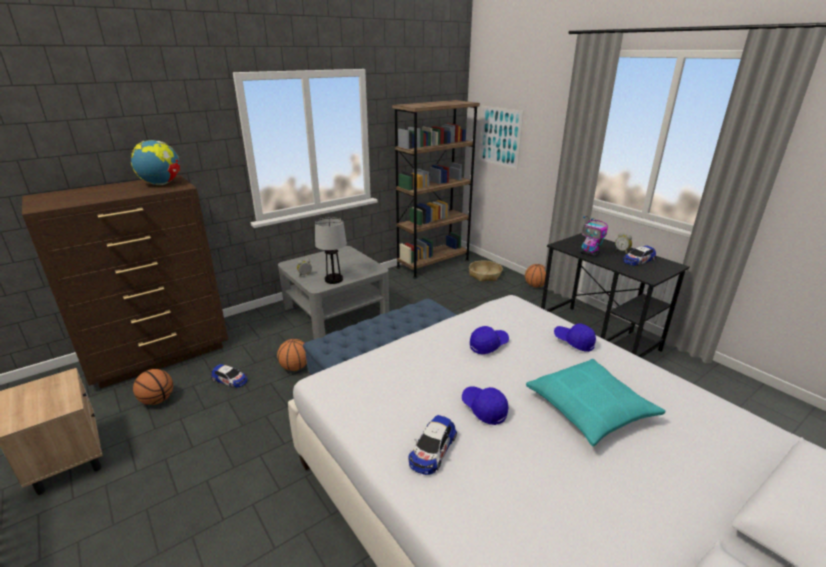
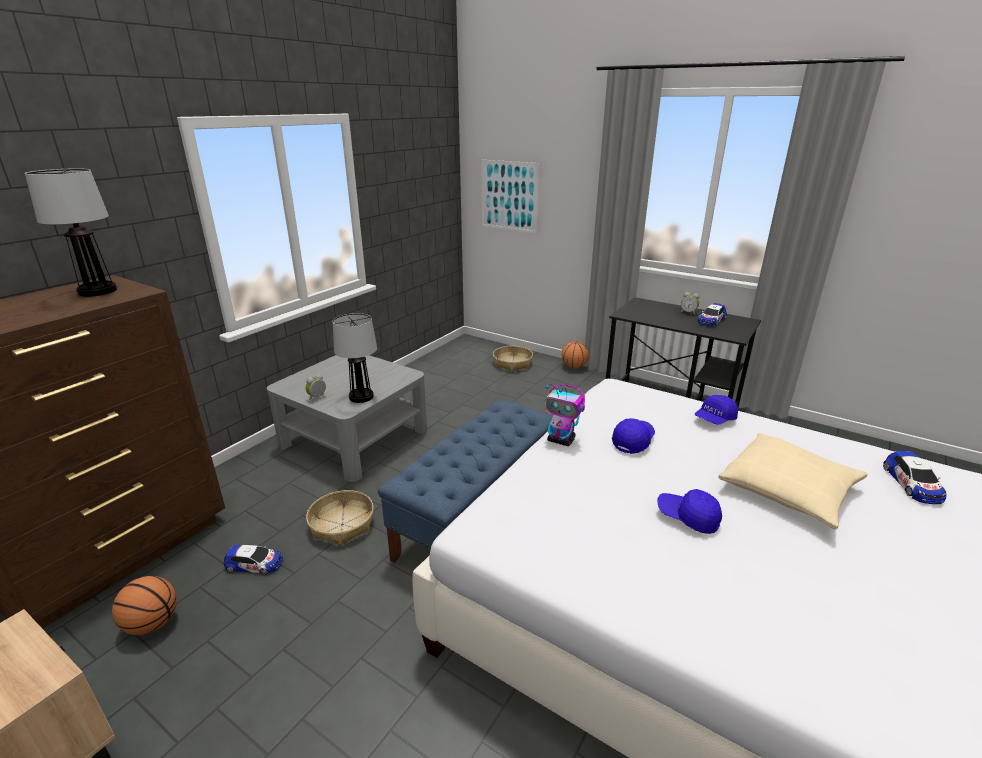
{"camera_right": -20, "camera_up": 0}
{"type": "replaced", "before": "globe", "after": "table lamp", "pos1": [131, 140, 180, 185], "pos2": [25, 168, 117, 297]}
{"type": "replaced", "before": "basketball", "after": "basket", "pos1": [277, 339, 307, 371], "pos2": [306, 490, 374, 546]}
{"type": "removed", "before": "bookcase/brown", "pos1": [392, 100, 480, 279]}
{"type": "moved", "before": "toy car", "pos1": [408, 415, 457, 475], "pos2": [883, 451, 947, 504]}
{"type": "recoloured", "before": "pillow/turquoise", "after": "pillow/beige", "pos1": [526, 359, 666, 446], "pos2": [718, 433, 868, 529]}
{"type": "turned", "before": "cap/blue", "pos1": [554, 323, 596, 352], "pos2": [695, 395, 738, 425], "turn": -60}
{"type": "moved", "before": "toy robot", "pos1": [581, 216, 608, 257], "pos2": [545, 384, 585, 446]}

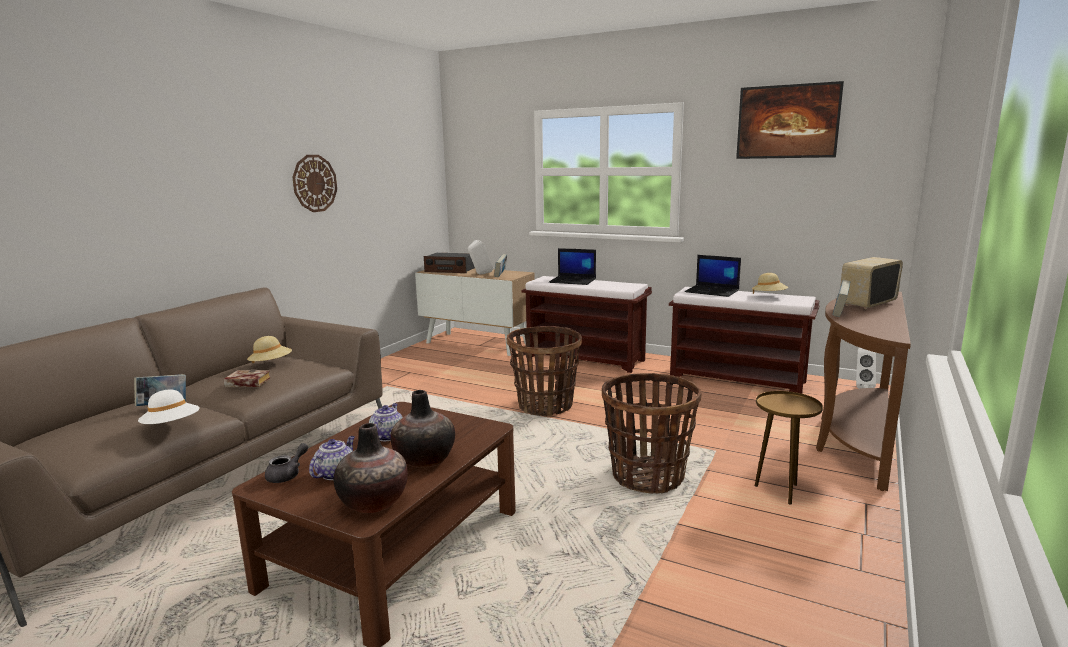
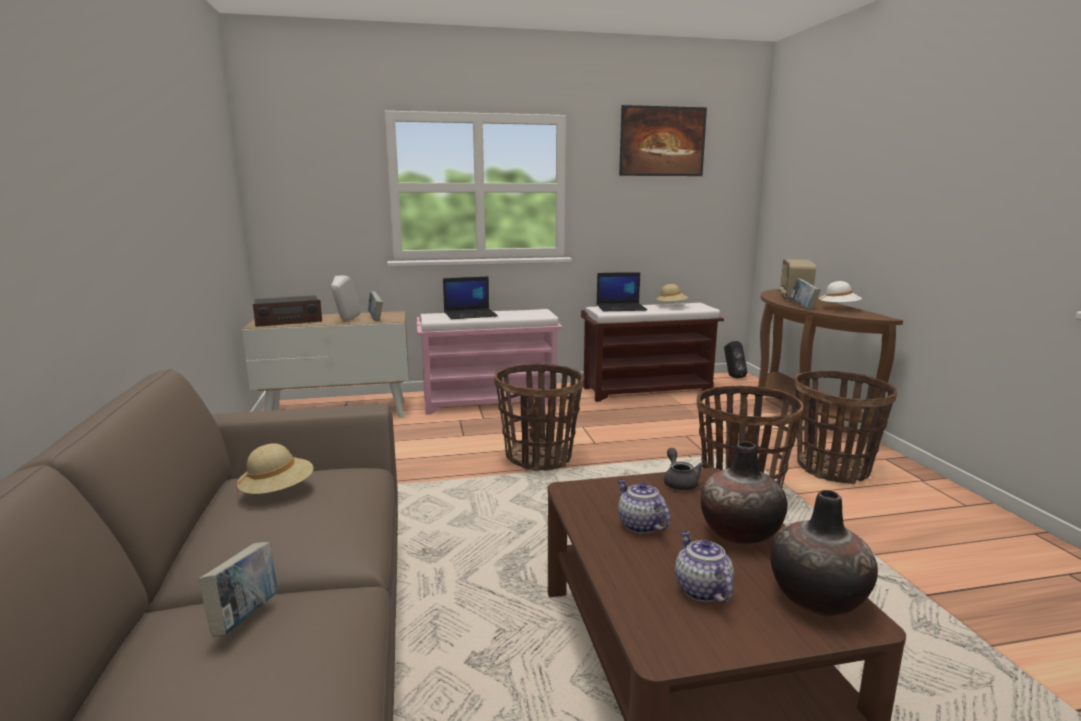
{"camera_right": -40, "camera_up": 0}
{"type": "moved", "before": "hat/white", "pos1": [138, 389, 200, 424], "pos2": [818, 281, 862, 308]}
{"type": "removed", "before": "book", "pos1": [223, 370, 271, 387]}
{"type": "moved", "before": "teapot/grey", "pos1": [265, 443, 308, 483], "pos2": [664, 448, 704, 490]}
{"type": "removed", "before": "wall clock", "pos1": [292, 155, 337, 212]}
{"type": "recoloured", "before": "bench/brown", "after": "bench/pink", "pos1": [522, 276, 652, 373], "pos2": [417, 309, 563, 415]}
{"type": "replaced", "before": "side table/brown", "after": "basket", "pos1": [754, 391, 823, 505], "pos2": [794, 371, 897, 484]}
{"type": "recoloured", "before": "speaker/white", "after": "speaker/black", "pos1": [856, 347, 876, 389], "pos2": [724, 341, 747, 379]}

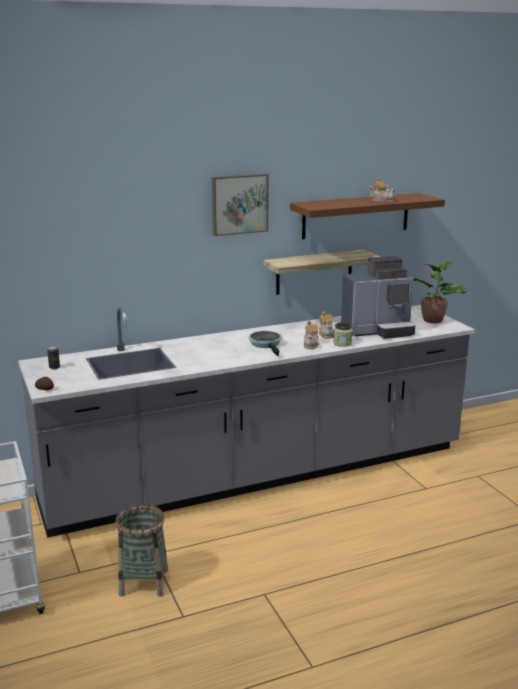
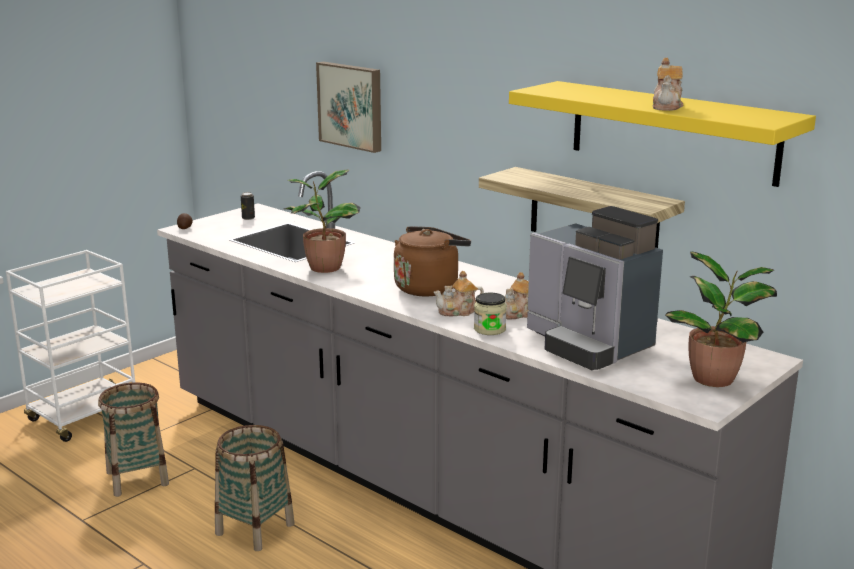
{"camera_right": 65, "camera_up": 0}
{"type": "moved", "before": "picture", "pos1": [212, 174, 269, 236], "pos2": [316, 62, 381, 153]}
{"type": "replaced", "before": "frying pan", "after": "kettle/brown", "pos1": [248, 331, 282, 356], "pos2": [394, 226, 471, 297]}
{"type": "recoloured", "before": "shelf/brown", "after": "shelf/yellow", "pos1": [290, 193, 445, 239], "pos2": [509, 81, 816, 187]}
{"type": "added", "after": "basket", "pos2": [215, 425, 295, 551]}
{"type": "added", "after": "potted plant", "pos2": [283, 170, 361, 273]}

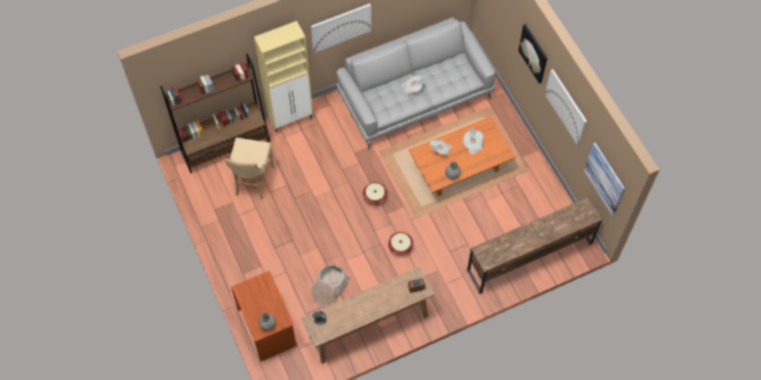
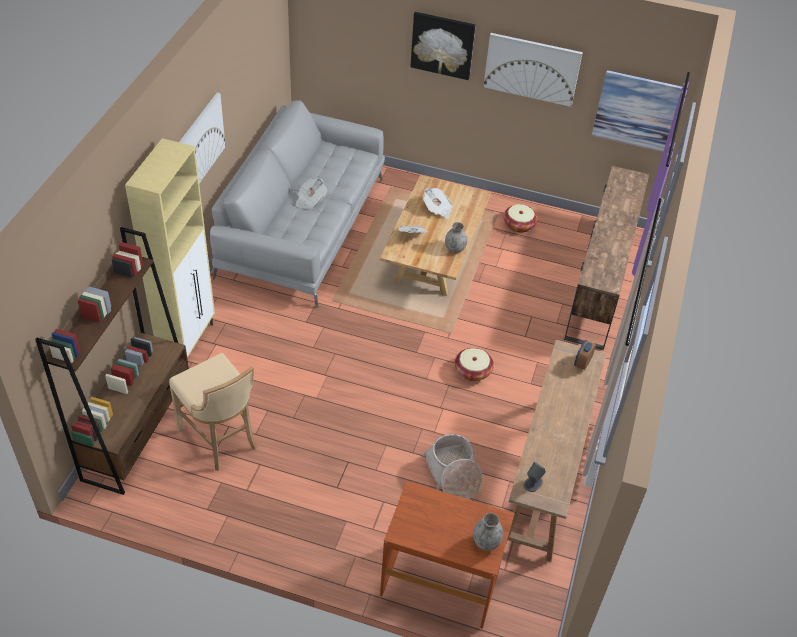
{"camera_right": -50, "camera_up": -15}
{"type": "moved", "before": "basket", "pos1": [363, 182, 388, 205], "pos2": [504, 204, 538, 233]}
{"type": "recoloured", "before": "coffee table/orange", "after": "coffee table/beige", "pos1": [409, 116, 516, 196], "pos2": [380, 175, 491, 296]}

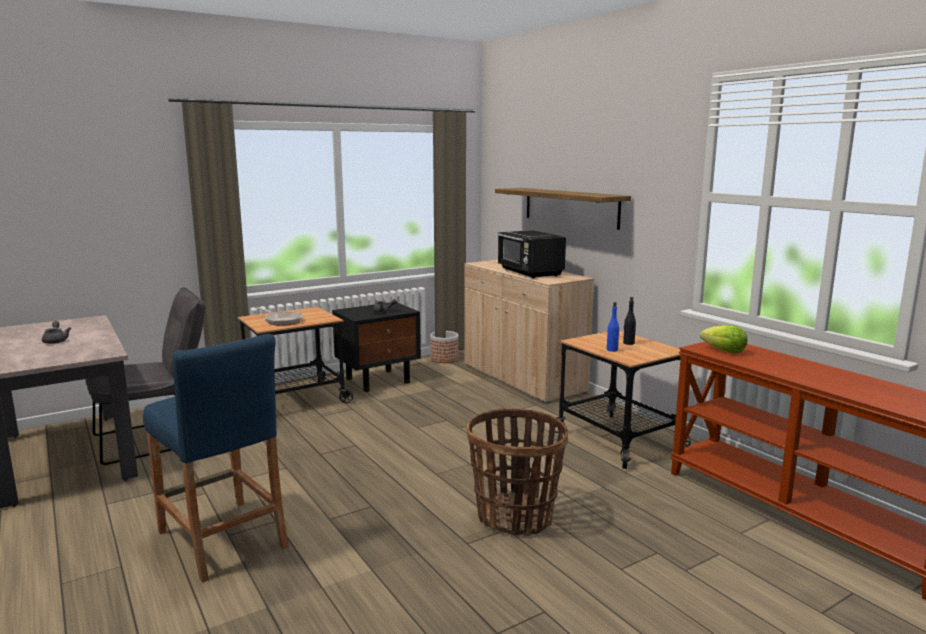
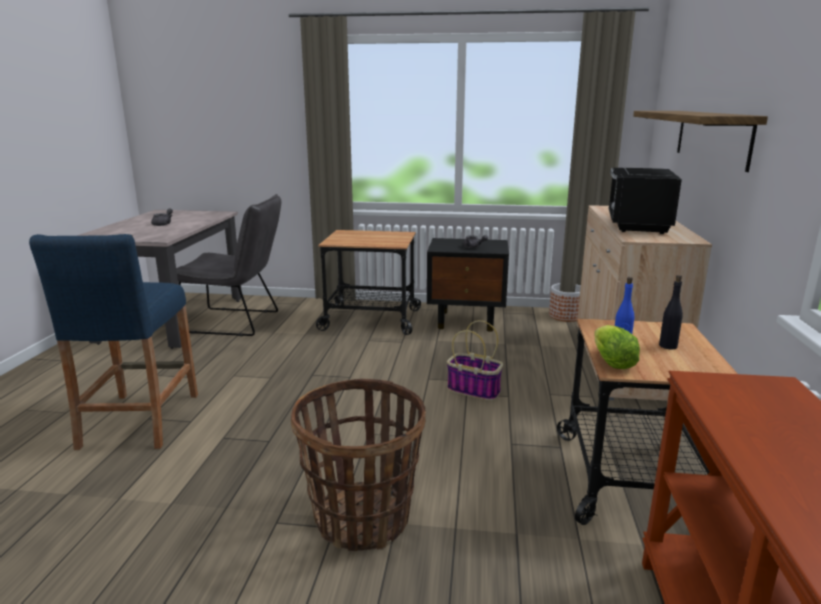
{"camera_right": 40, "camera_up": 5}
{"type": "removed", "before": "frying pan", "pos1": [255, 307, 303, 326]}
{"type": "moved", "before": "lettuce", "pos1": [700, 325, 747, 354], "pos2": [594, 325, 640, 369]}
{"type": "added", "after": "basket", "pos2": [447, 320, 503, 401]}

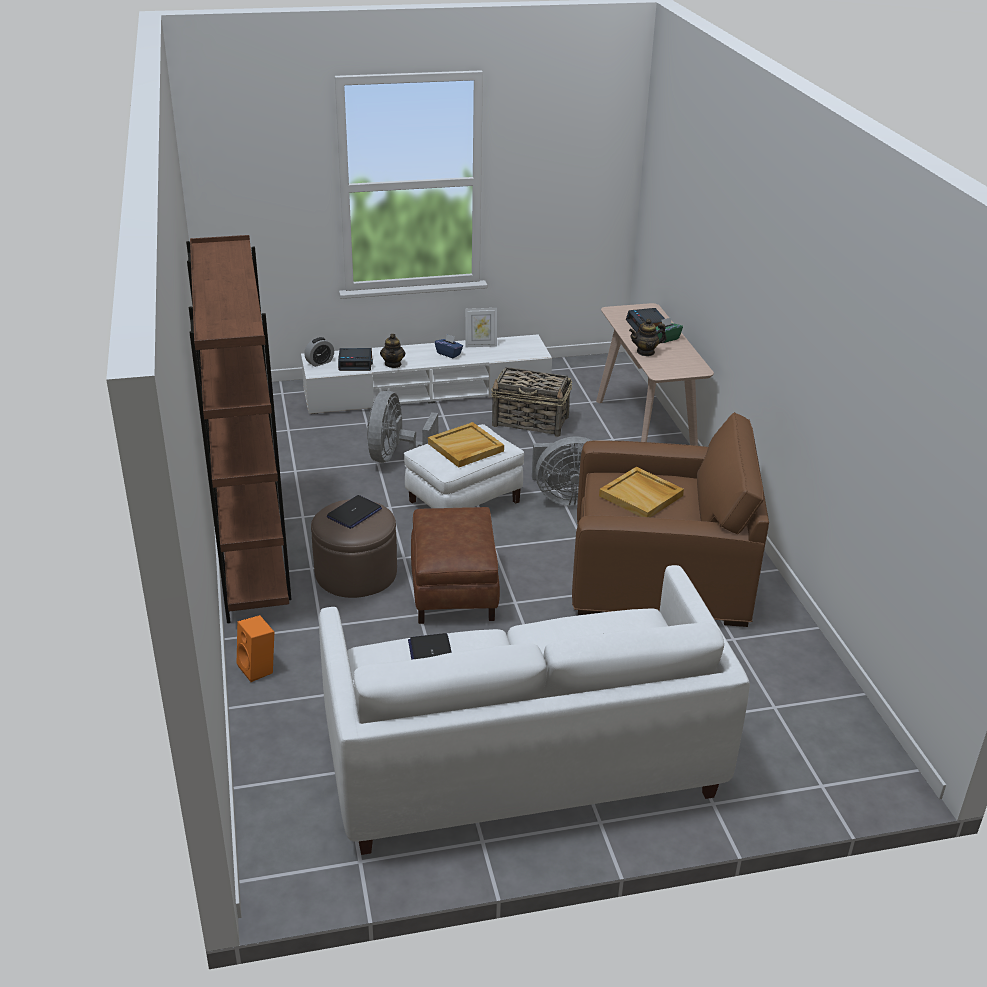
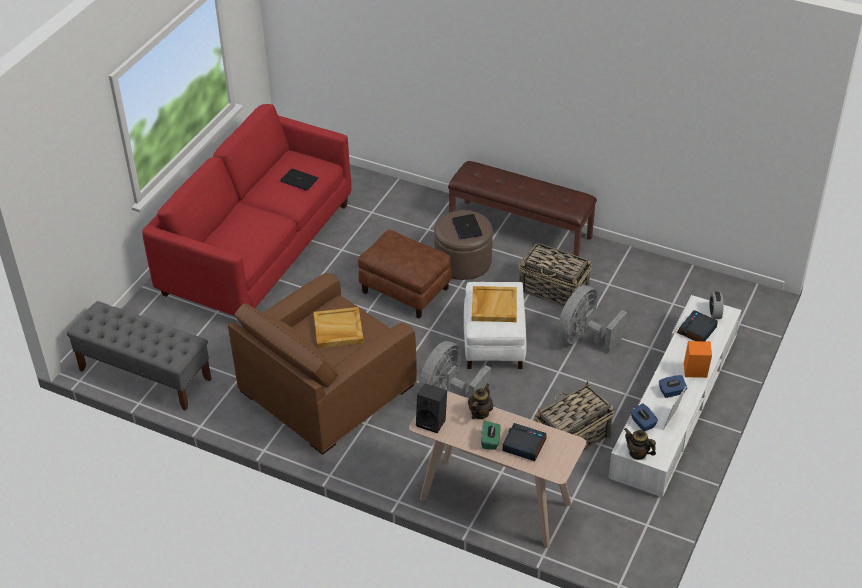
{"camera_right": 130, "camera_up": 10}
{"type": "replaced", "before": "bookcase/brown", "after": "bench/brown", "pos1": [186, 235, 291, 623], "pos2": [448, 161, 597, 256]}
{"type": "moved", "before": "speaker/orange", "pos1": [237, 615, 274, 682], "pos2": [684, 341, 712, 378]}
{"type": "recoloured", "before": "sofa/white", "after": "sofa/red", "pos1": [319, 565, 750, 855], "pos2": [142, 104, 352, 316]}
{"type": "turned", "before": "fan/grey", "pos1": [367, 391, 438, 463], "pos2": [557, 285, 627, 353], "turn": -105}
{"type": "moved", "before": "teapot", "pos1": [380, 334, 405, 368], "pos2": [624, 428, 656, 460]}
{"type": "added", "after": "bench/grey", "pos2": [67, 301, 211, 411]}
{"type": "added", "after": "speaker/black", "pos2": [416, 383, 447, 433]}
{"type": "added", "after": "basket", "pos2": [519, 243, 592, 307]}
{"type": "added", "after": "tissue box/blue", "pos2": [630, 403, 658, 431]}

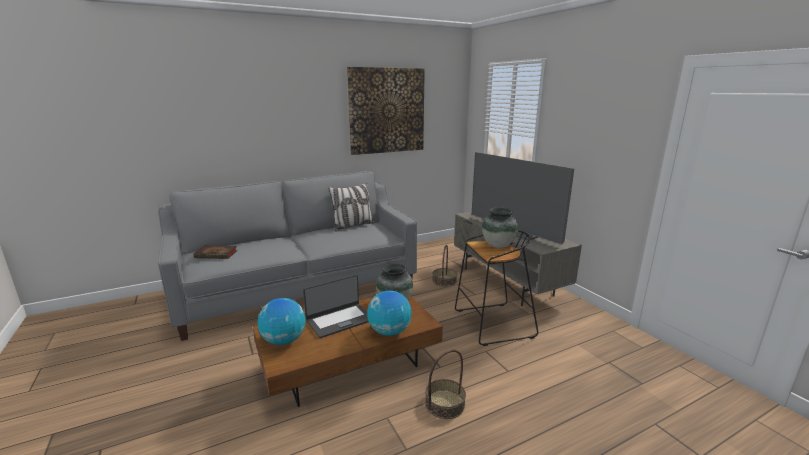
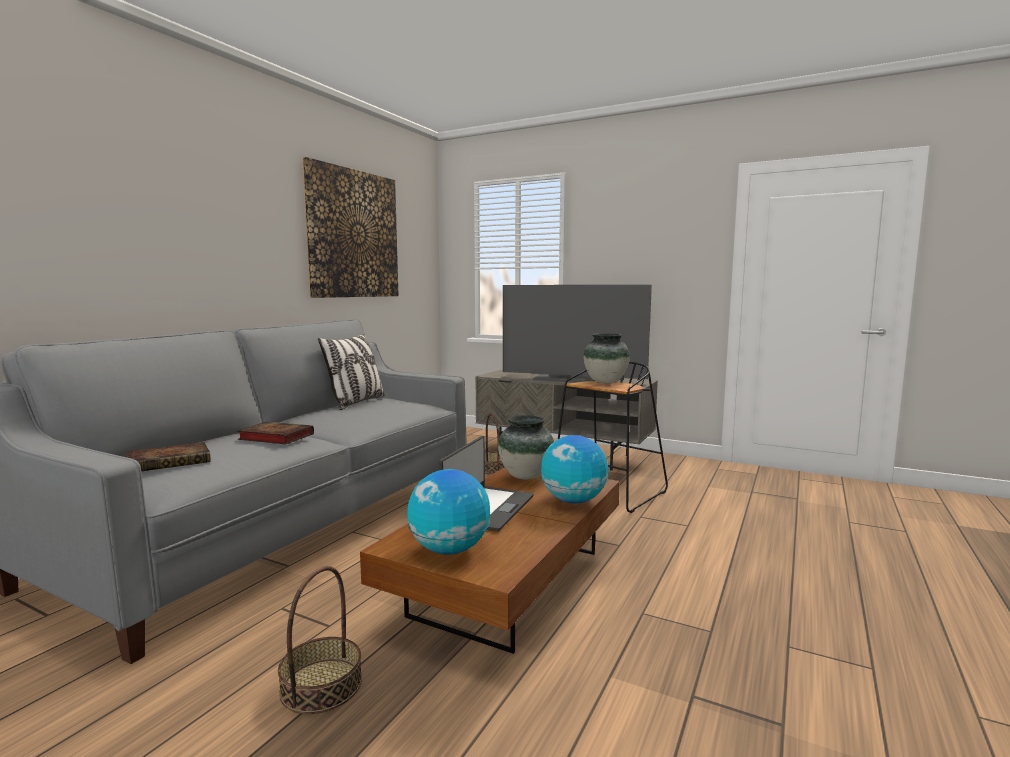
{"camera_right": -35, "camera_up": -10}
{"type": "moved", "before": "basket", "pos1": [425, 350, 466, 419], "pos2": [278, 566, 362, 714]}
{"type": "added", "after": "book", "pos2": [237, 422, 314, 444]}

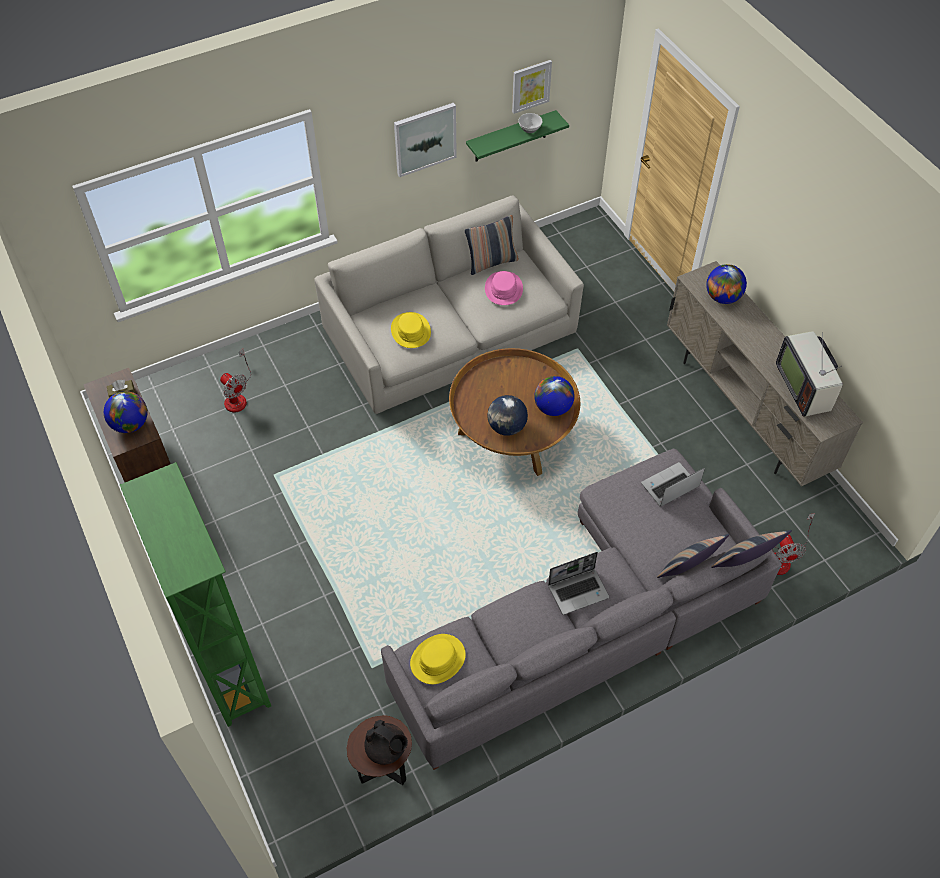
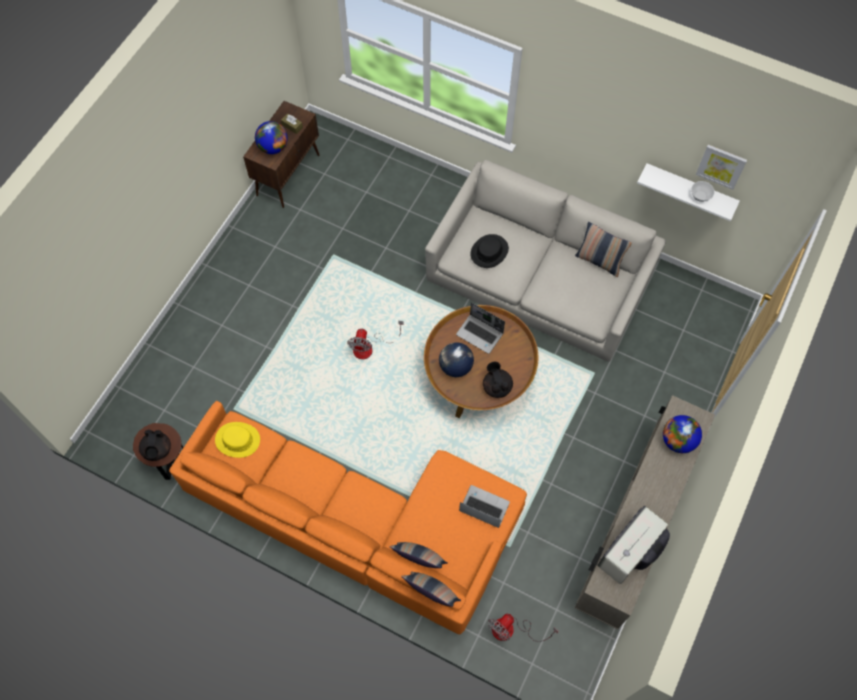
{"camera_right": 55, "camera_up": 10}
{"type": "removed", "before": "bookcase/green", "pos1": [120, 462, 271, 727]}
{"type": "moved", "before": "fan", "pos1": [220, 349, 251, 412], "pos2": [347, 321, 404, 359]}
{"type": "recoloured", "before": "sofa/grey", "after": "sofa/orange", "pos1": [381, 449, 782, 770], "pos2": [169, 401, 527, 634]}
{"type": "recoloured", "before": "hat/yellow", "after": "hat/black", "pos1": [391, 312, 431, 348], "pos2": [470, 234, 509, 268]}
{"type": "removed", "before": "picture", "pos1": [394, 103, 457, 177]}
{"type": "recoloured", "before": "shelf/green", "after": "shelf/white", "pos1": [466, 110, 569, 161], "pos2": [637, 163, 740, 221]}
{"type": "removed", "before": "hat/pink", "pos1": [485, 271, 523, 305]}
{"type": "replaced", "before": "globe", "after": "teapot/black", "pos1": [534, 376, 575, 416], "pos2": [483, 362, 513, 398]}
{"type": "moved", "before": "laptop", "pos1": [548, 552, 609, 615], "pos2": [456, 302, 505, 354]}

